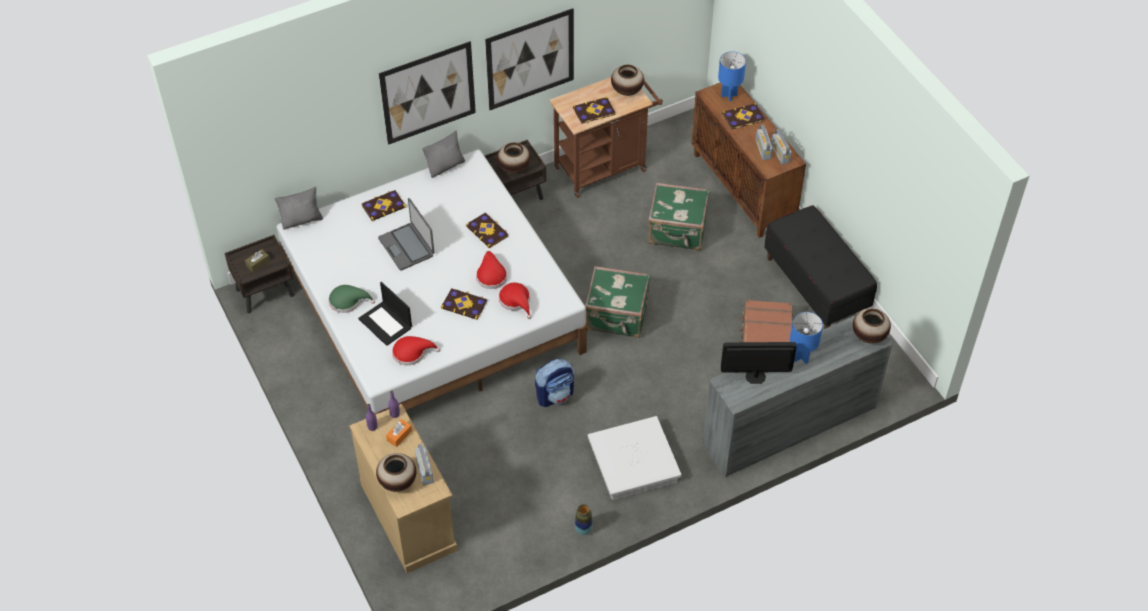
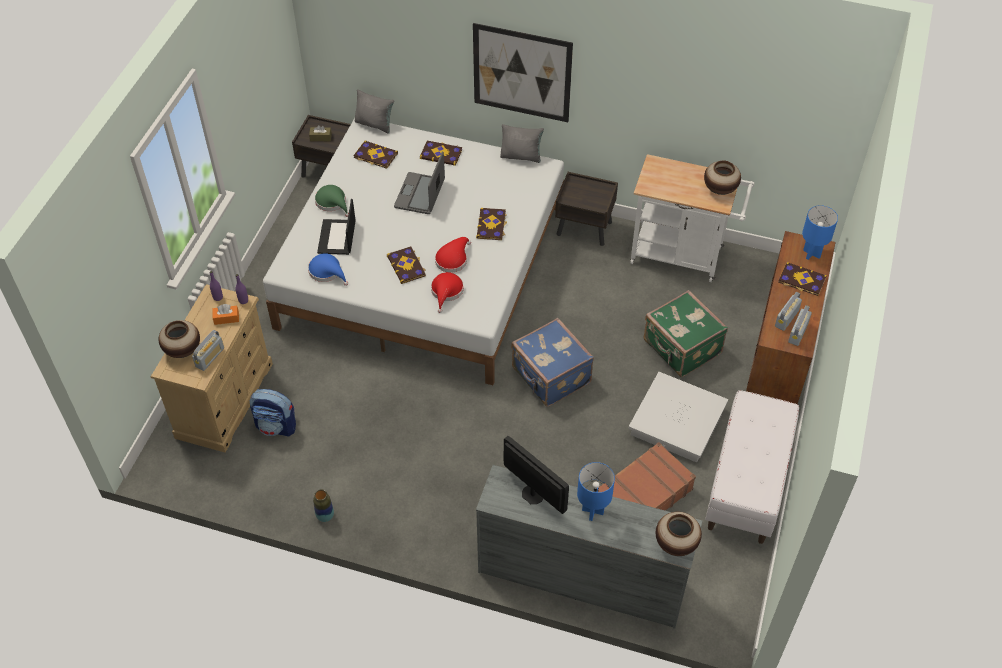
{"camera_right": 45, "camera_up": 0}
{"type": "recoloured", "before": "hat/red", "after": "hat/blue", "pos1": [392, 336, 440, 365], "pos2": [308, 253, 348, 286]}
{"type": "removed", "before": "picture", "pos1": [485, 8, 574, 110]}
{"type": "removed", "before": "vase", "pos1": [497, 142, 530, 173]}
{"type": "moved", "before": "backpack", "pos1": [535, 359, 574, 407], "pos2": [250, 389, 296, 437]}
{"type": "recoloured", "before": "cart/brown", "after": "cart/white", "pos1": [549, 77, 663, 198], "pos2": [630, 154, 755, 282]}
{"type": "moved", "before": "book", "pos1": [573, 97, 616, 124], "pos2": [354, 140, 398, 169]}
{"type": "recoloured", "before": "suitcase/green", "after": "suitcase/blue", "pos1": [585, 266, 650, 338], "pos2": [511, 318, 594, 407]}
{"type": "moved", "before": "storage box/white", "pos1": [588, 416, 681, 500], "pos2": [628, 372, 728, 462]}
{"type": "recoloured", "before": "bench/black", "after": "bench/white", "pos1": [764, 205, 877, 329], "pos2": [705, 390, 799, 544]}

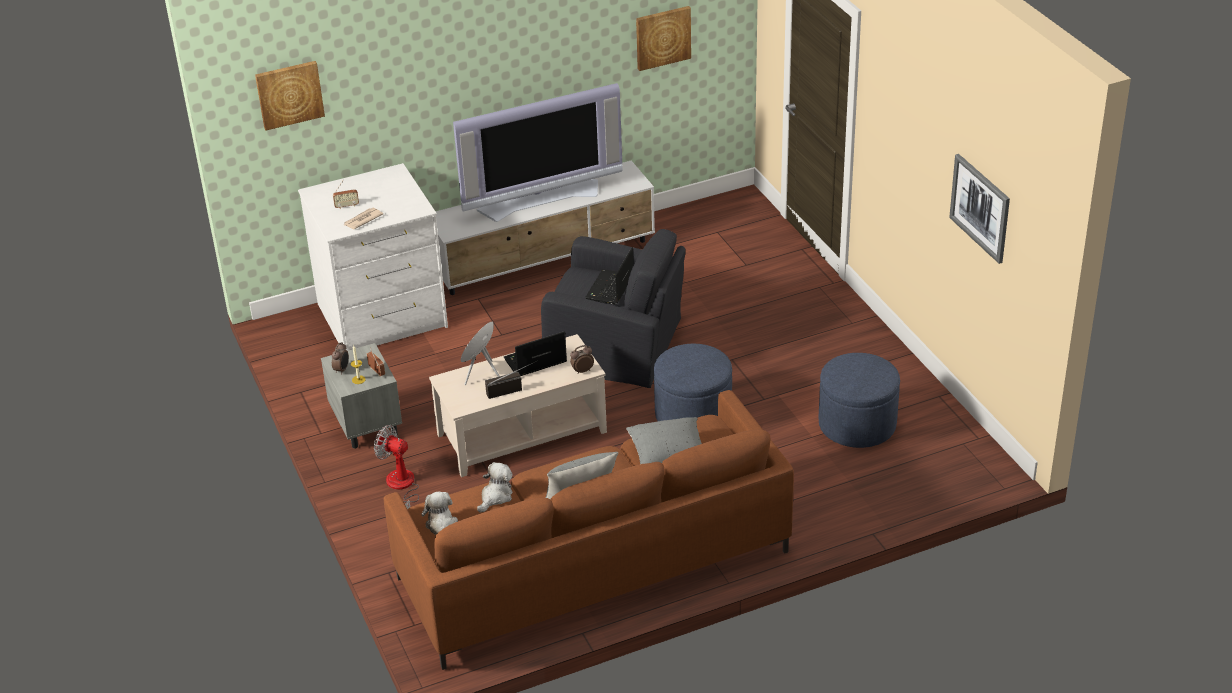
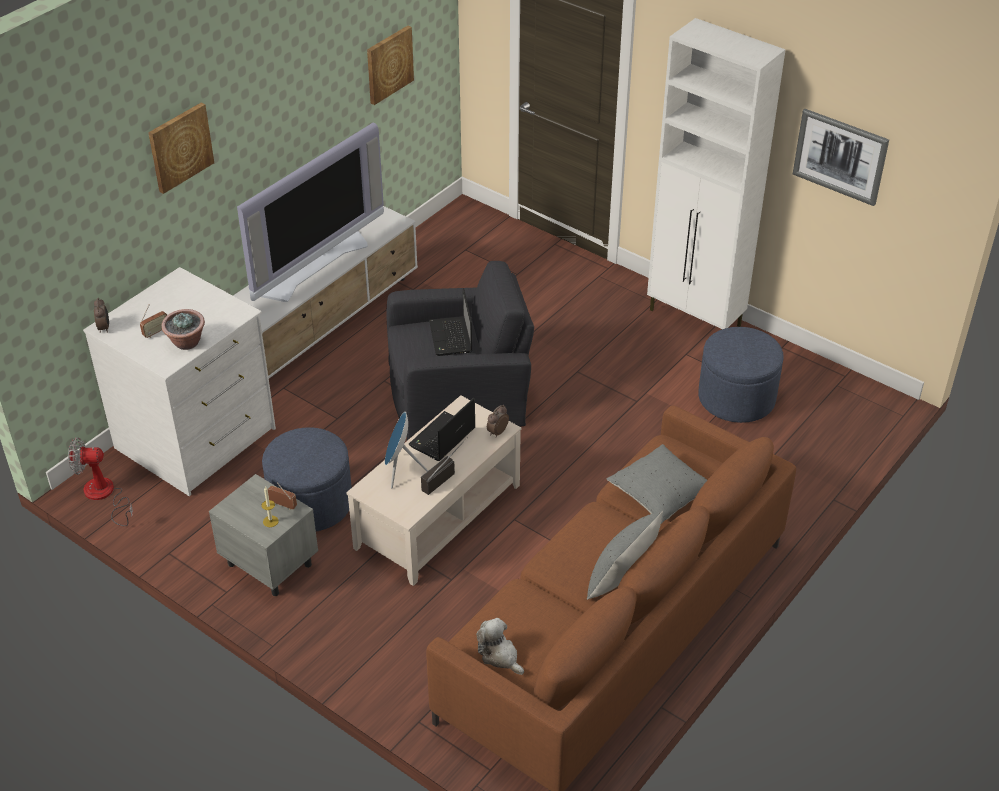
{"camera_right": -30, "camera_up": 5}
{"type": "moved", "before": "picture", "pos1": [255, 61, 325, 130], "pos2": [148, 103, 214, 194]}
{"type": "moved", "before": "alarm clock", "pos1": [332, 342, 349, 375], "pos2": [94, 298, 109, 333]}
{"type": "replaced", "before": "newspaper", "after": "potted plant", "pos1": [344, 208, 383, 229], "pos2": [161, 309, 205, 350]}
{"type": "moved", "before": "fan", "pos1": [374, 425, 419, 509], "pos2": [68, 437, 133, 526]}
{"type": "removed", "before": "plush toy", "pos1": [477, 462, 512, 513]}
{"type": "moved", "before": "ottoman/blue", "pos1": [654, 343, 732, 421], "pos2": [262, 428, 352, 531]}
{"type": "added", "after": "cabinet/white", "pos2": [647, 18, 786, 329]}

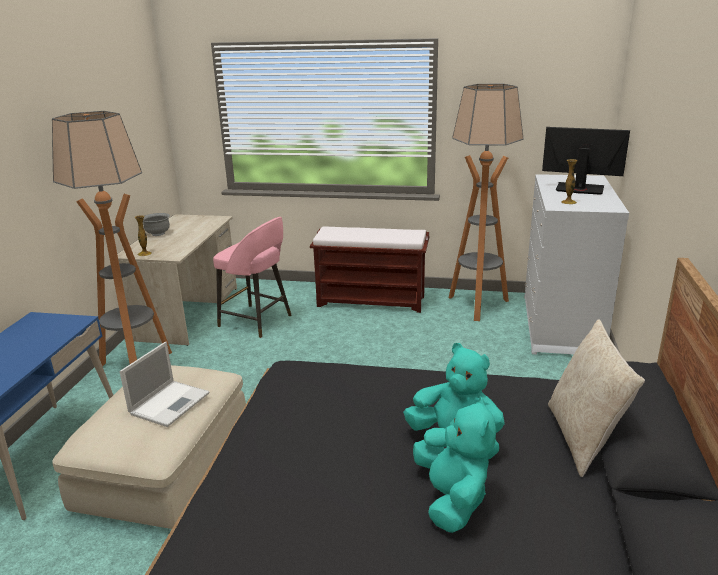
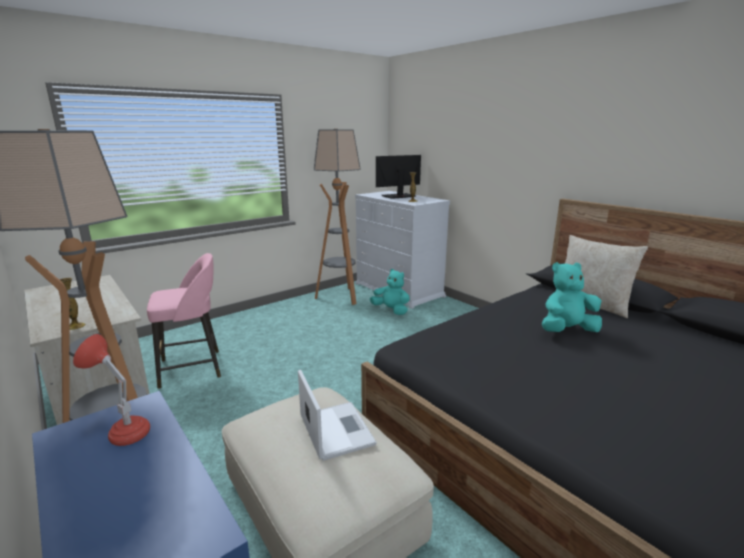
{"camera_right": -50, "camera_up": -5}
{"type": "removed", "before": "bowl/grey", "pos1": [143, 213, 170, 236]}
{"type": "removed", "before": "bench/brown", "pos1": [310, 226, 429, 313]}
{"type": "moved", "before": "plush toy/turquoise", "pos1": [413, 397, 496, 533], "pos2": [370, 269, 410, 315]}
{"type": "added", "after": "table lamp/red", "pos2": [73, 334, 150, 446]}

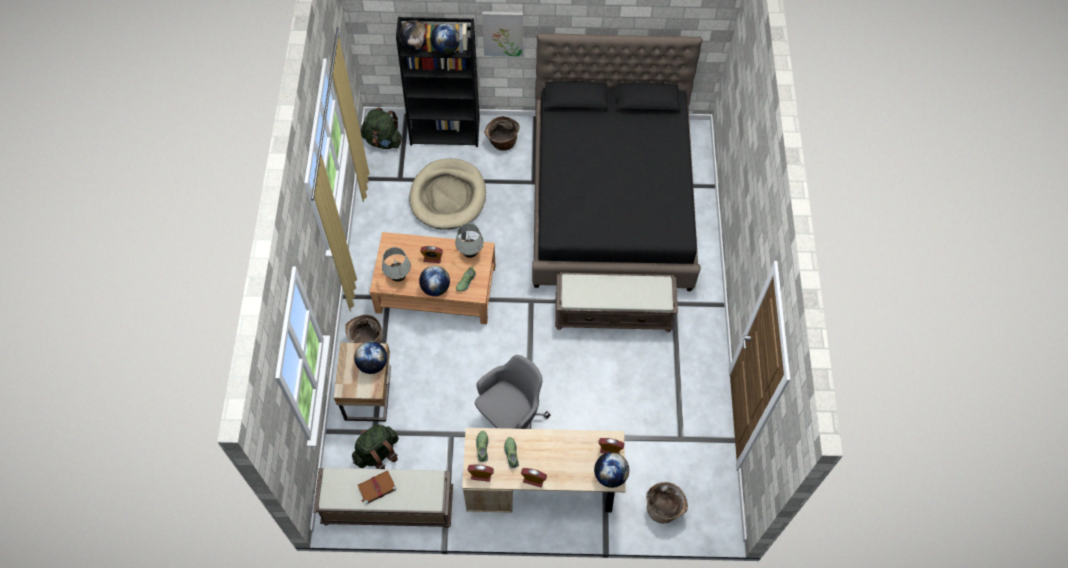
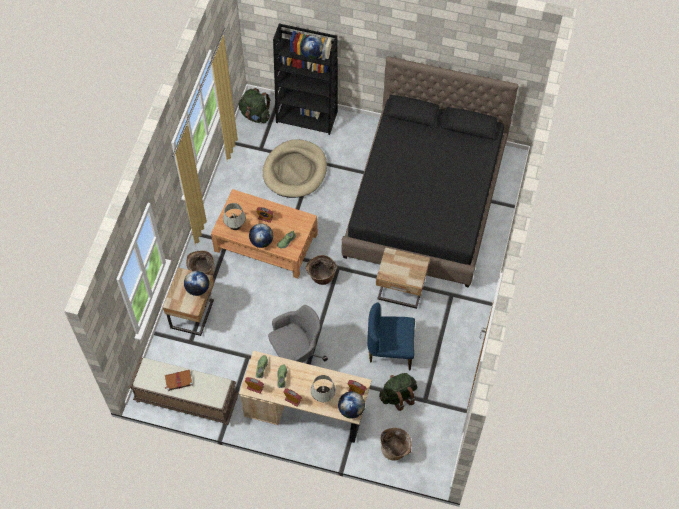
{"camera_right": 15, "camera_up": 0}
{"type": "moved", "before": "backpack/green", "pos1": [352, 424, 399, 469], "pos2": [379, 373, 417, 411]}
{"type": "removed", "before": "globe", "pos1": [399, 20, 427, 50]}
{"type": "moved", "before": "table lamp/white", "pos1": [455, 223, 484, 258], "pos2": [311, 375, 336, 402]}
{"type": "removed", "before": "picture", "pos1": [482, 11, 523, 57]}
{"type": "moved", "before": "basket", "pos1": [485, 116, 520, 151], "pos2": [306, 255, 337, 285]}
{"type": "replaced", "before": "bench/brown", "after": "nightstand/beige", "pos1": [555, 273, 678, 332], "pos2": [376, 247, 430, 309]}
{"type": "added", "after": "chair/blue", "pos2": [367, 303, 415, 370]}

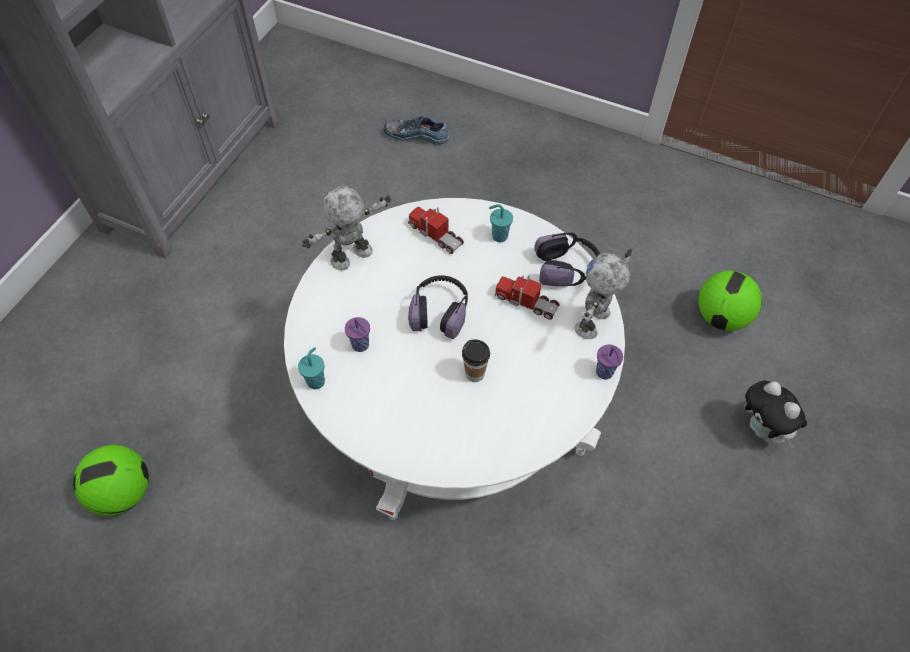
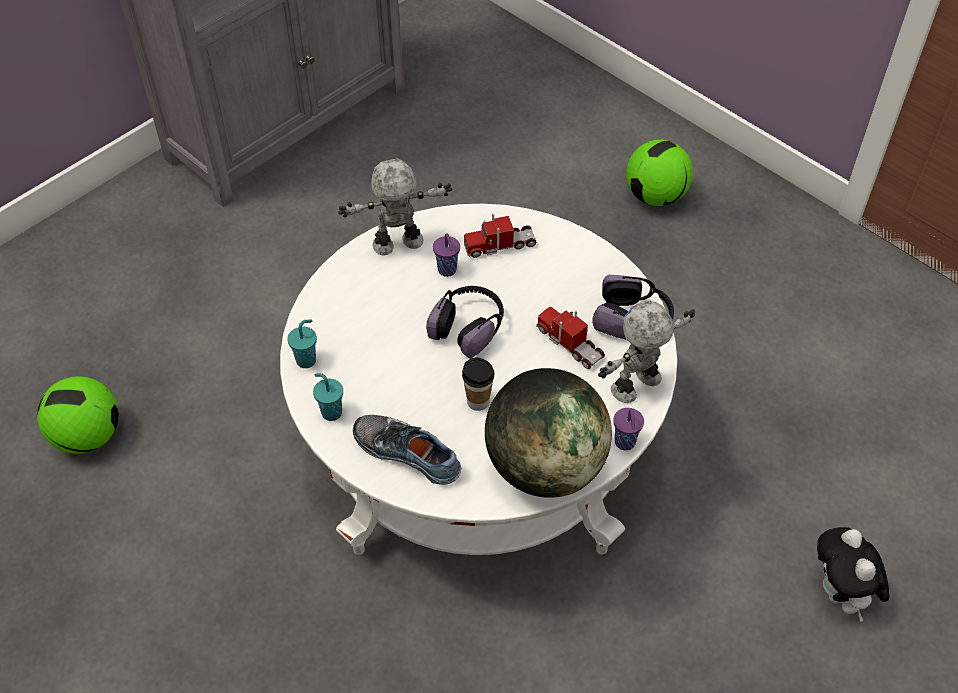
{"camera_right": 20, "camera_up": -5}
{"type": "moved", "before": "cup/purple", "pos1": [345, 317, 370, 352], "pos2": [433, 234, 460, 277]}
{"type": "moved", "before": "shoe", "pos1": [384, 116, 449, 145], "pos2": [353, 415, 461, 485]}
{"type": "turned", "before": "toy truck", "pos1": [408, 207, 464, 254], "pos2": [464, 214, 536, 258], "turn": -75}
{"type": "moved", "before": "cup/turquoise", "pos1": [489, 204, 513, 242], "pos2": [313, 373, 343, 421]}
{"type": "moved", "before": "football", "pos1": [698, 270, 762, 331], "pos2": [626, 140, 693, 206]}
{"type": "added", "after": "globe", "pos2": [485, 368, 612, 498]}

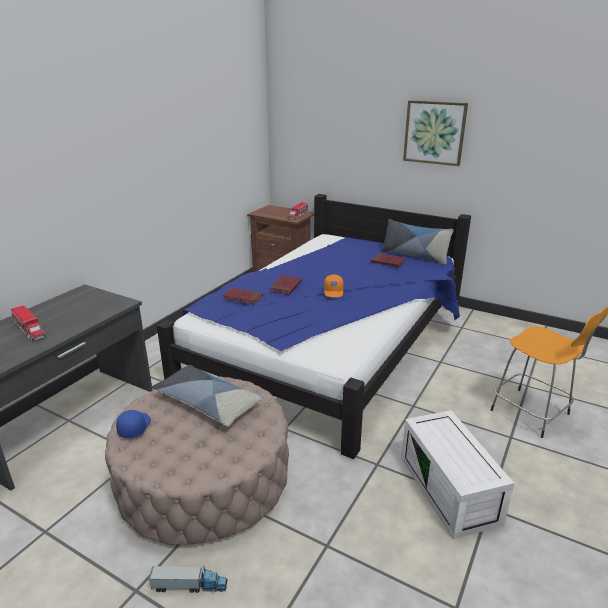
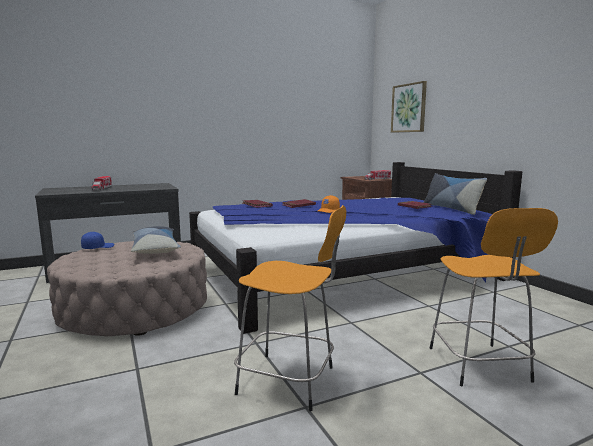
{"camera_right": 35, "camera_up": -15}
{"type": "removed", "before": "toy truck", "pos1": [149, 566, 228, 593]}
{"type": "replaced", "before": "storage box/white", "after": "stool/orange", "pos1": [401, 410, 514, 539], "pos2": [234, 205, 346, 411]}
{"type": "moved", "before": "picture", "pos1": [403, 100, 468, 166], "pos2": [391, 81, 427, 133]}

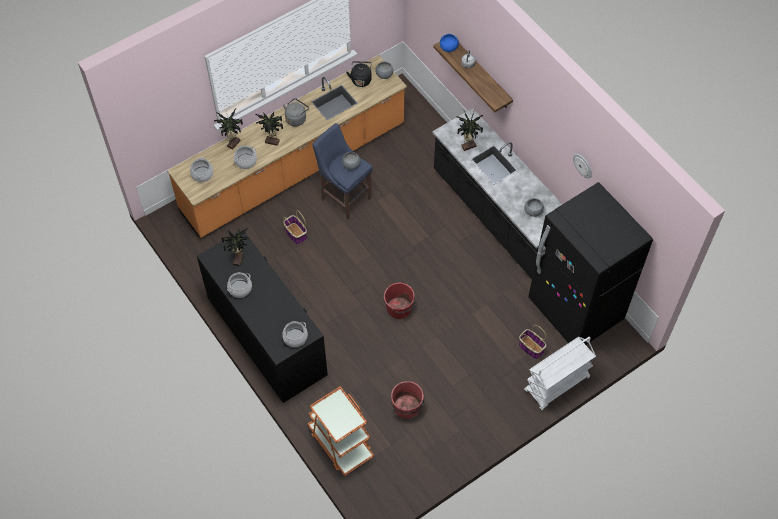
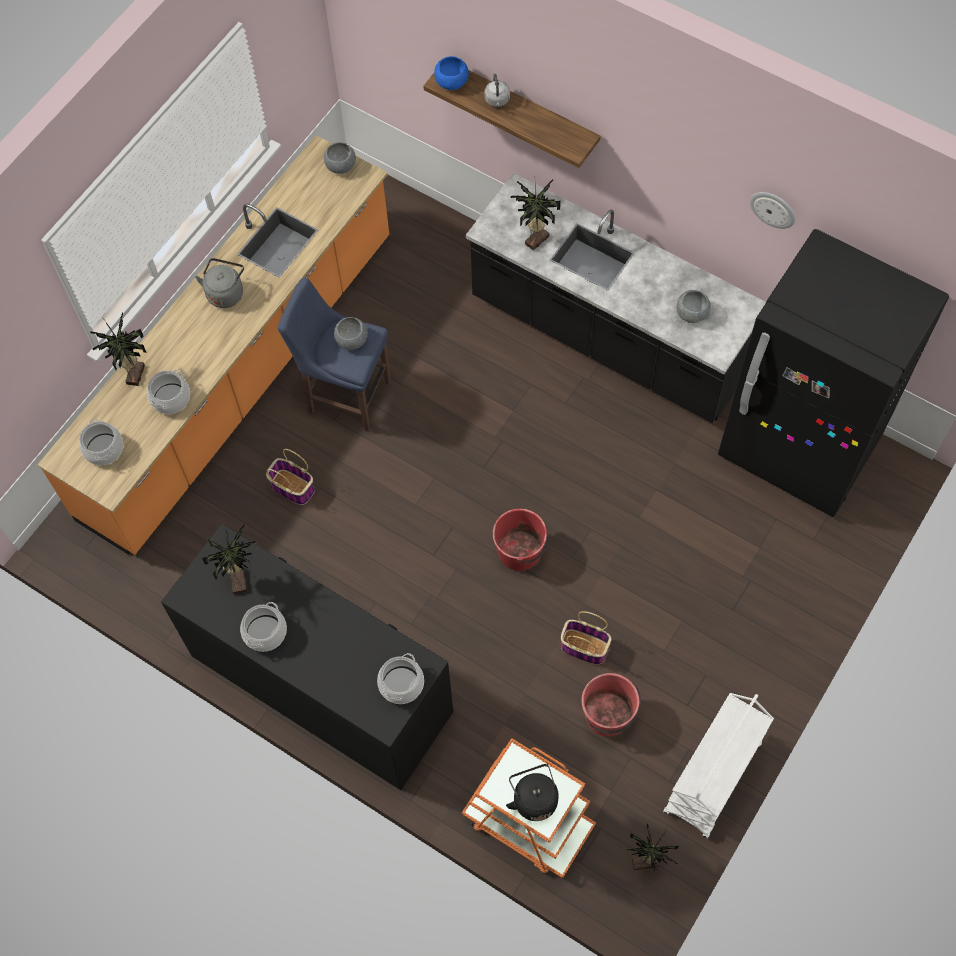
{"camera_right": -20, "camera_up": 5}
{"type": "moved", "before": "potted plant", "pos1": [255, 111, 283, 146], "pos2": [627, 824, 679, 875]}
{"type": "moved", "before": "kettle/black", "pos1": [346, 61, 372, 87], "pos2": [506, 764, 559, 821]}
{"type": "moved", "before": "basket", "pos1": [519, 325, 546, 359], "pos2": [561, 611, 611, 665]}
{"type": "moved", "before": "cart/white", "pos1": [524, 337, 596, 411], "pos2": [663, 693, 774, 838]}

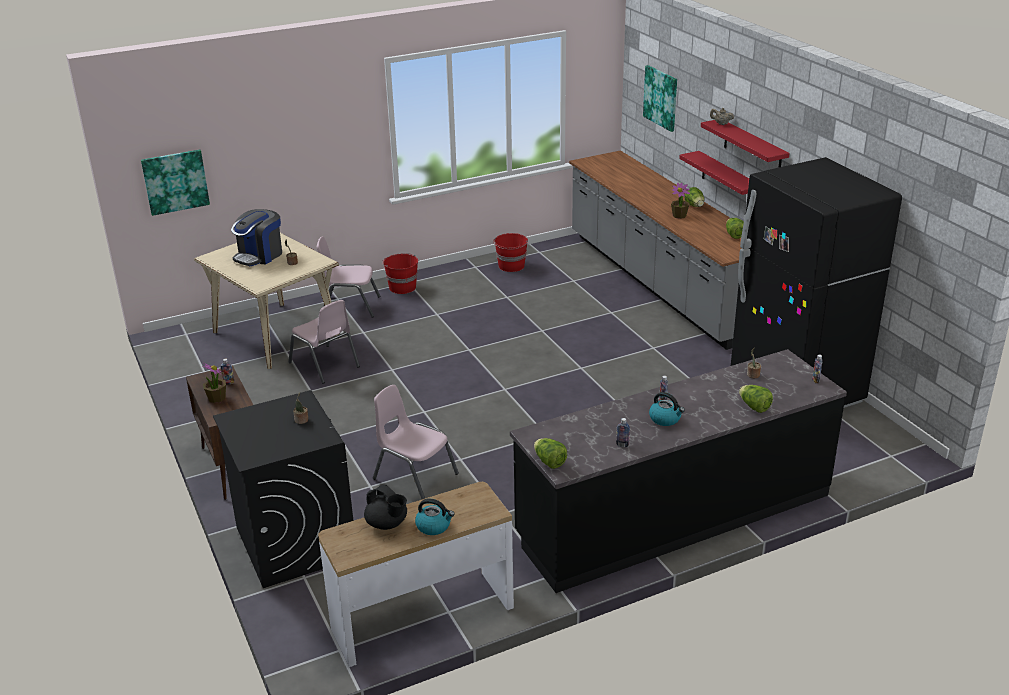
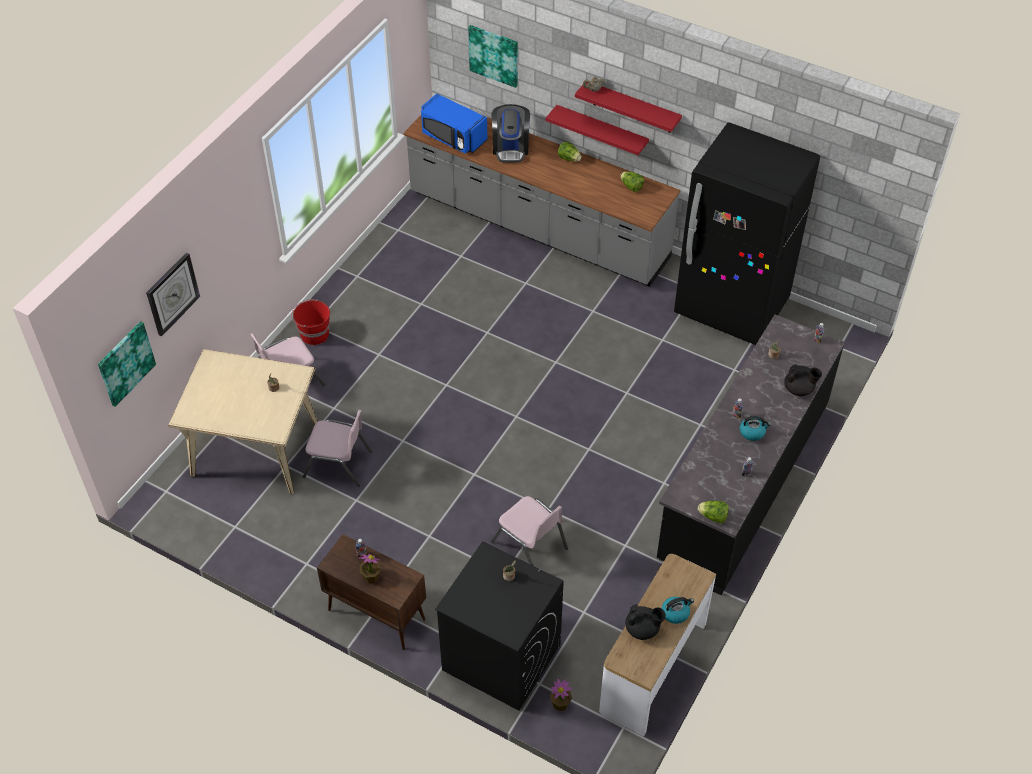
{"camera_right": -35, "camera_up": 20}
{"type": "moved", "before": "coffee machine", "pos1": [231, 209, 282, 266], "pos2": [492, 104, 530, 163]}
{"type": "turned", "before": "chair/pink", "pos1": [373, 385, 459, 499], "pos2": [491, 496, 568, 566], "turn": -135}
{"type": "removed", "before": "bucket/red", "pos1": [493, 233, 528, 272]}
{"type": "moved", "before": "potted plant", "pos1": [671, 183, 690, 219], "pos2": [550, 679, 572, 711]}
{"type": "replaced", "before": "lettuce", "after": "teapot/black", "pos1": [739, 385, 773, 413], "pos2": [784, 364, 822, 396]}
{"type": "added", "after": "wall clock", "pos2": [146, 253, 200, 336]}
{"type": "added", "after": "microwave/blue", "pos2": [421, 94, 488, 154]}

